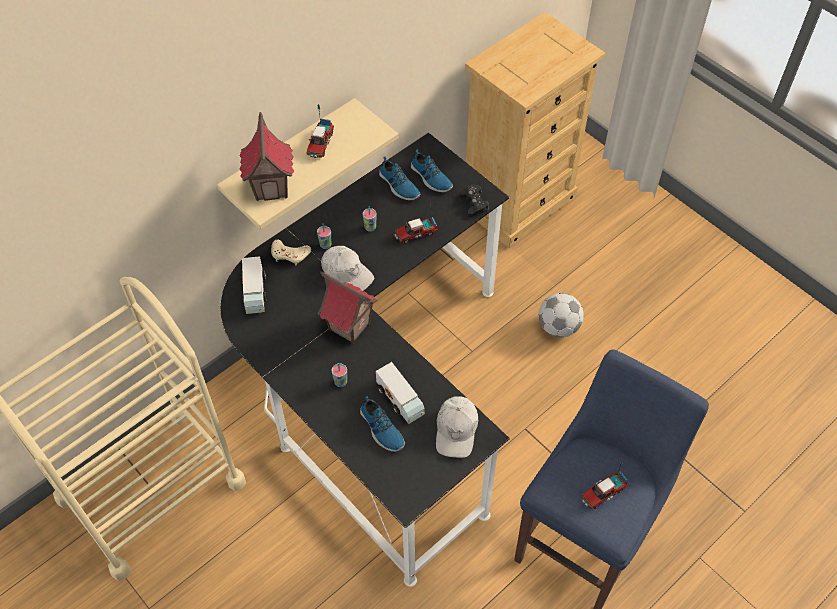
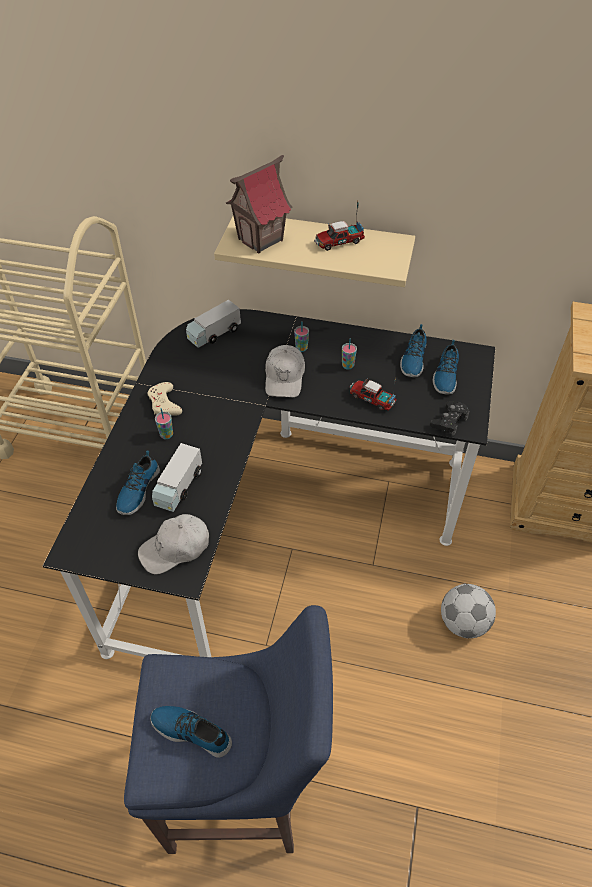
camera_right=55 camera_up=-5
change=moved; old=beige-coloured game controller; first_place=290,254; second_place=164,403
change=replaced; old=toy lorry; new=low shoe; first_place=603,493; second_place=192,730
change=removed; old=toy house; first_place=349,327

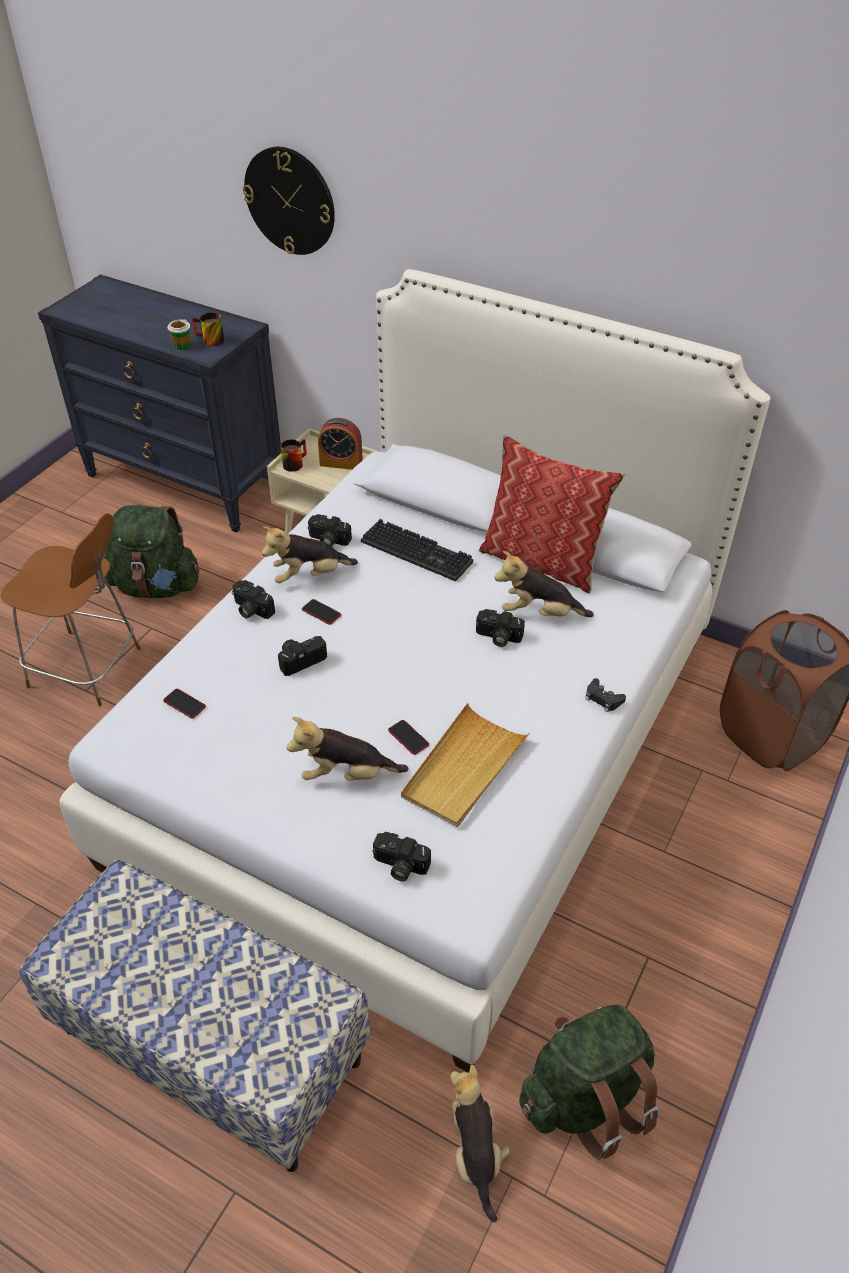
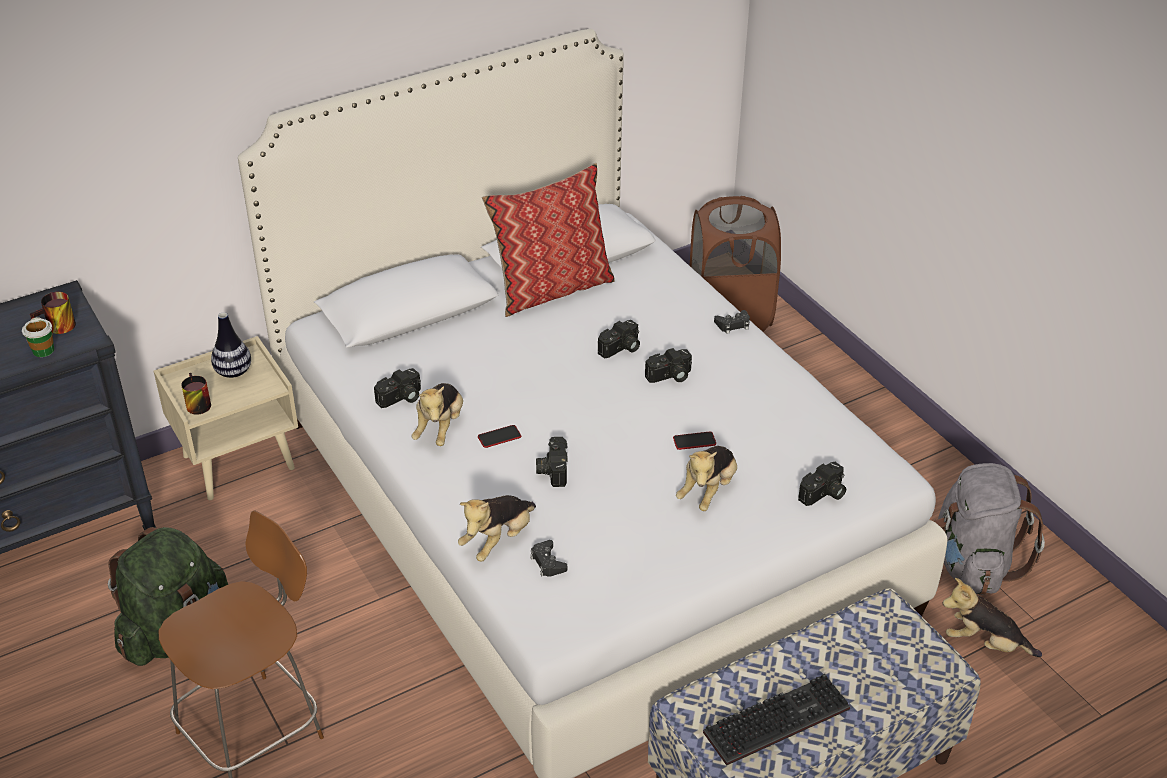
camera_right=-60 camera_up=-5
change=replaced; old=table clock; new=vase; first_place=341,463; second_place=233,372
change=moved; old=cuddly toy; first_place=539,613; second_place=498,540
change=replaced; old=telephone; new=black-coloured game controller; first_place=184,704; second_place=547,562
change=moved; old=still camera; first_place=250,609; second_place=670,377
change=moved; old=PC keyboard; first_place=419,551; second_place=777,718
change=recoloured; old=green backpack; new=grey backpack; first_place=585,1097; second_place=973,564
change=removed; old=clock on the wall; first_place=290,201
change=removed; old=beige-coloured serving tray; first_place=463,768

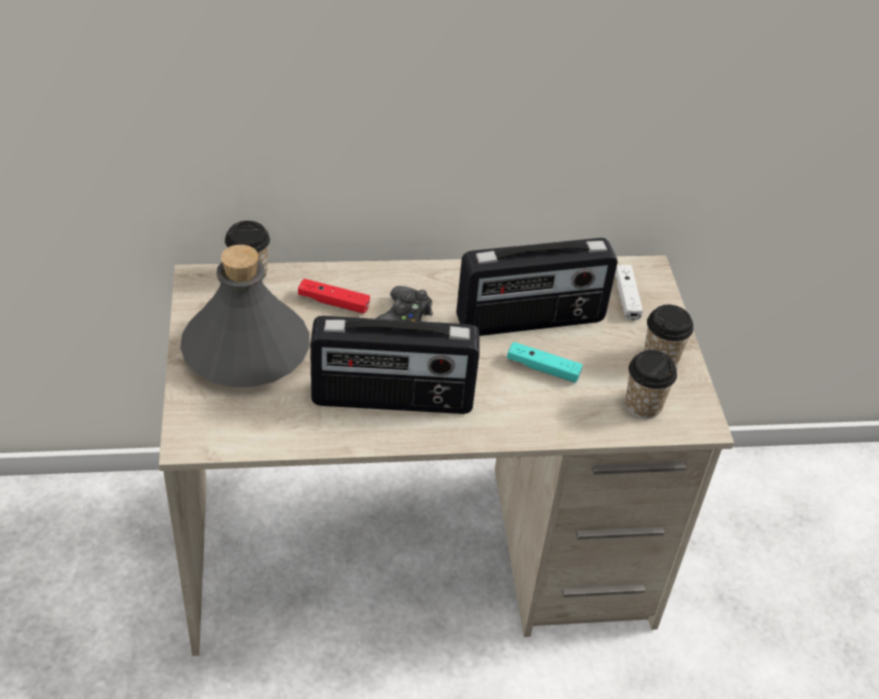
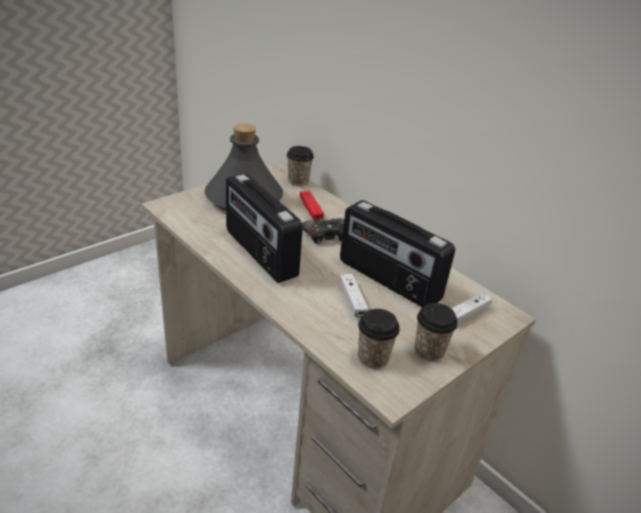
camera_right=55 camera_up=-10
change=recoloured; old=blue-green game controller; new=whitish game controller; first_place=543,368; second_place=352,300

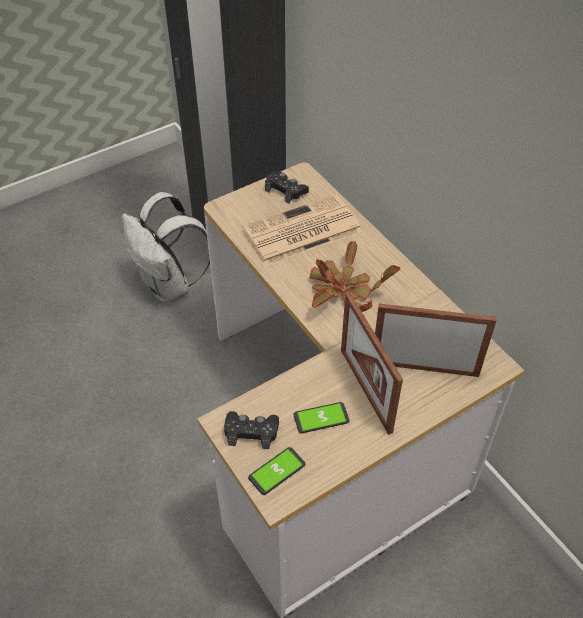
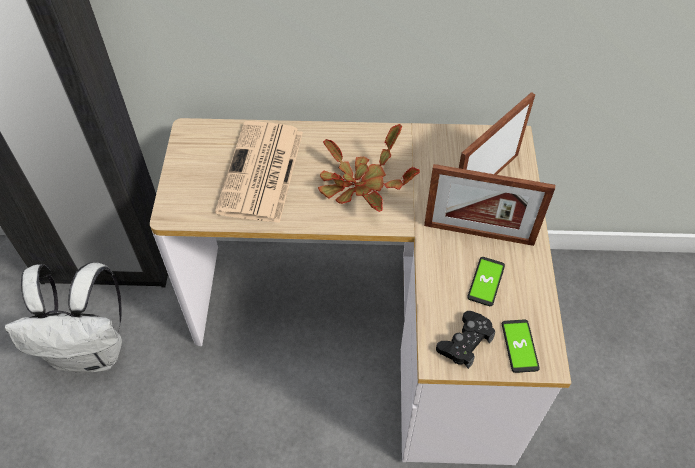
camera_right=-55 camera_up=5
change=removed; old=black-coloured game controller; first_place=286,190

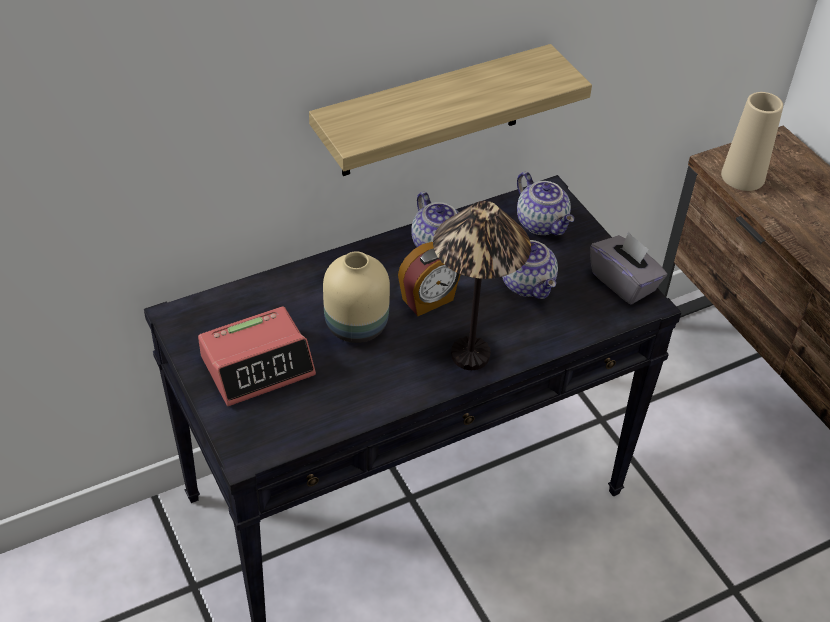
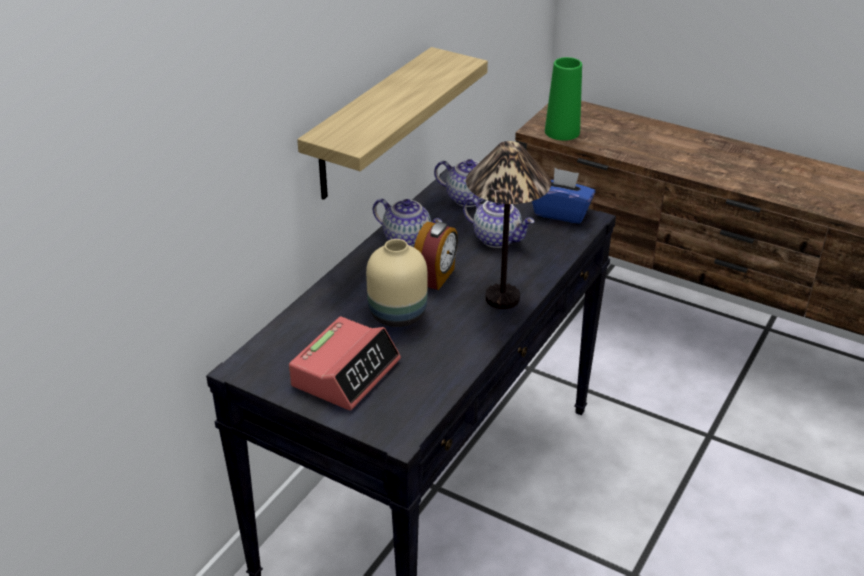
camera_right=-30 camera_up=-10
change=recoloured; old=grey tissue box; new=blue-coloured tissue box; first_place=624,282; second_place=561,213
change=recoloured; old=beige-coloured vase; new=green vase; first_place=743,176; second_place=562,132

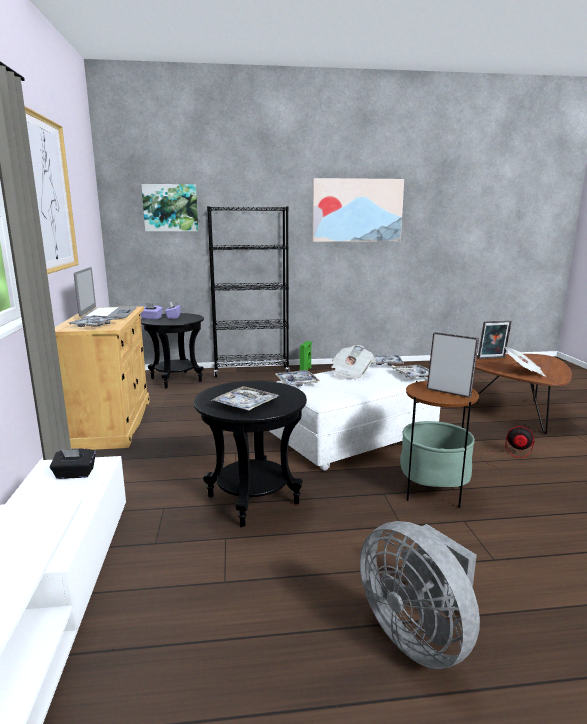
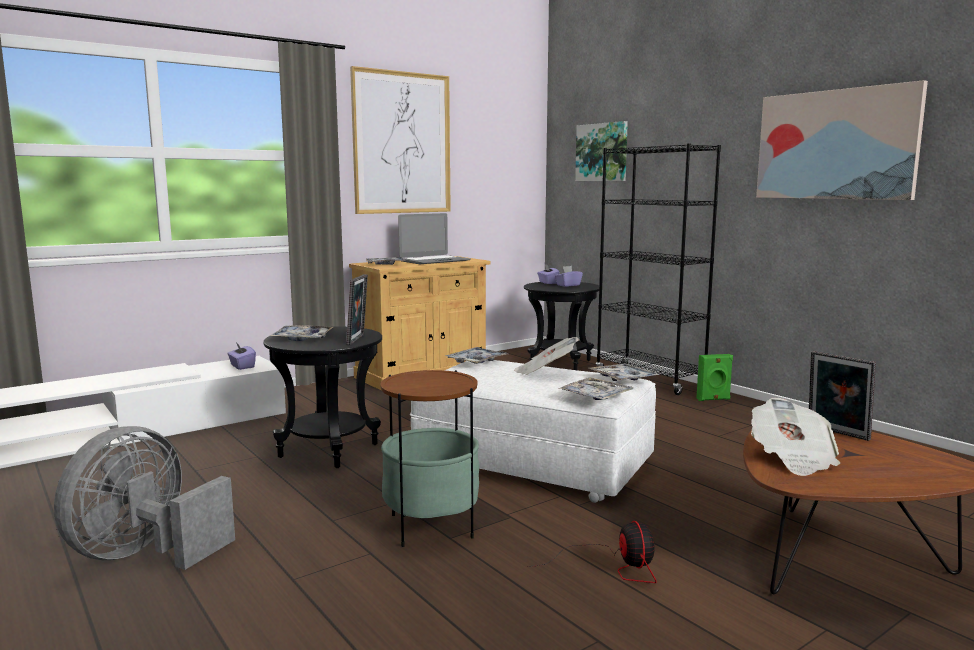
camera_right=60 camera_up=-5
change=recoloured; old=black-coloured tissue box; new=purple tissue box; first_place=74,474; second_place=242,366
change=moved; old=standing frame; first_place=449,392; second_place=358,339

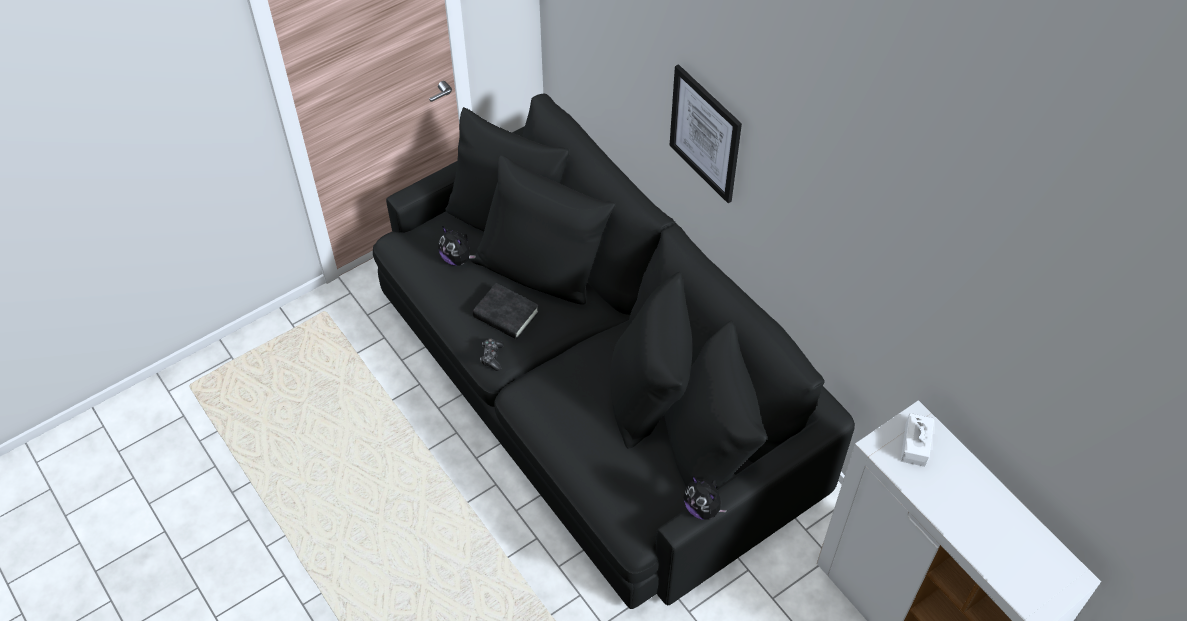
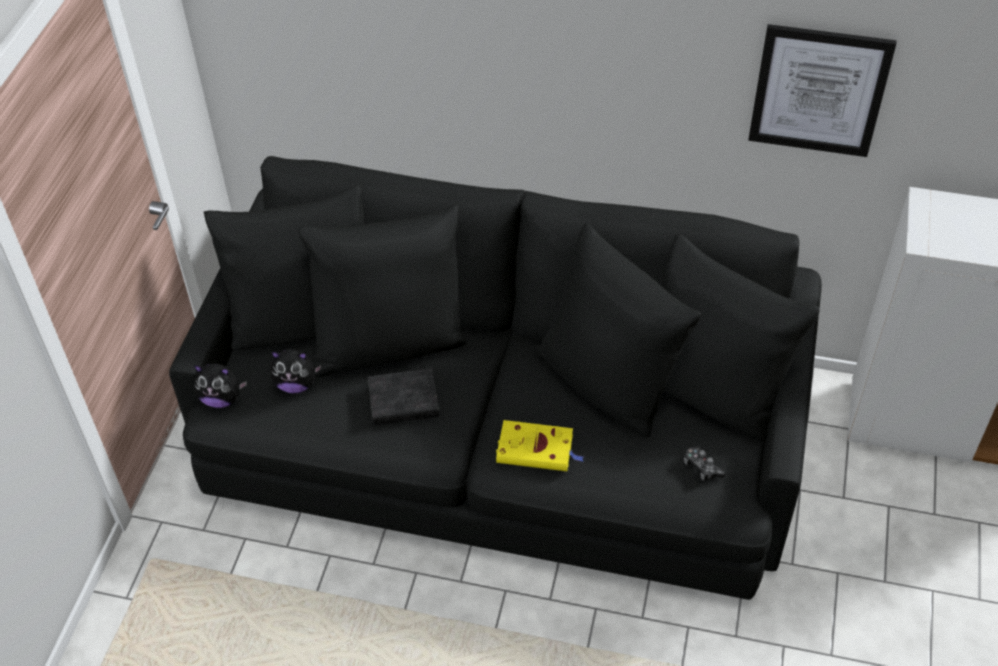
camera_right=-40 camera_up=-5
change=moved; old=cuddly toy; first_place=702,508; second_place=222,399
change=added; new=yellowish volume; second_place=537,449
change=moved; old=game controller; first_place=492,357; second_place=702,468
change=moved; old=picture; first_place=705,134; second_place=819,90
change=removed; old=whitish tissue box; first_place=915,444

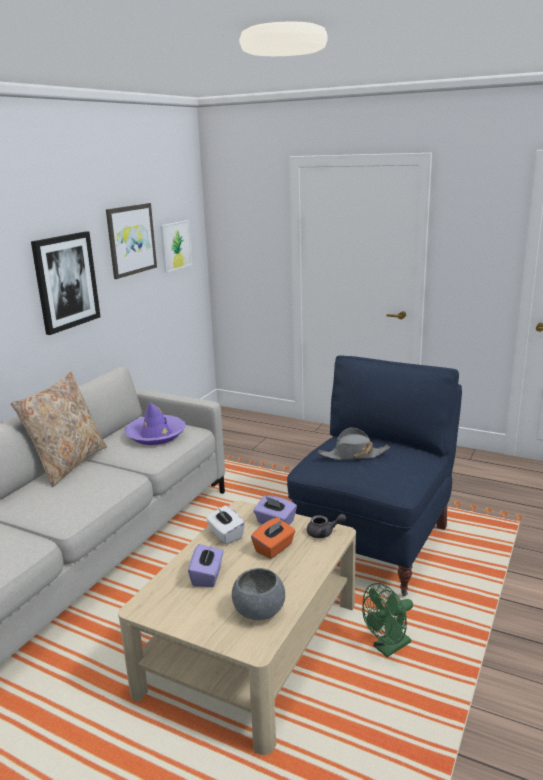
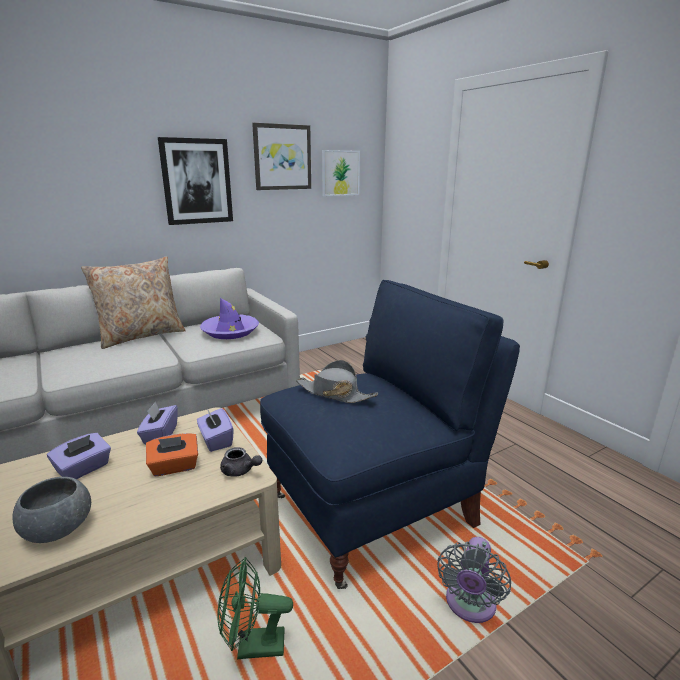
camera_right=30 camera_up=0
change=recoloured; old=whitish tissue box; new=purple tissue box; first_place=225,535; second_place=160,435
change=added; new=grey fan; second_place=469,606

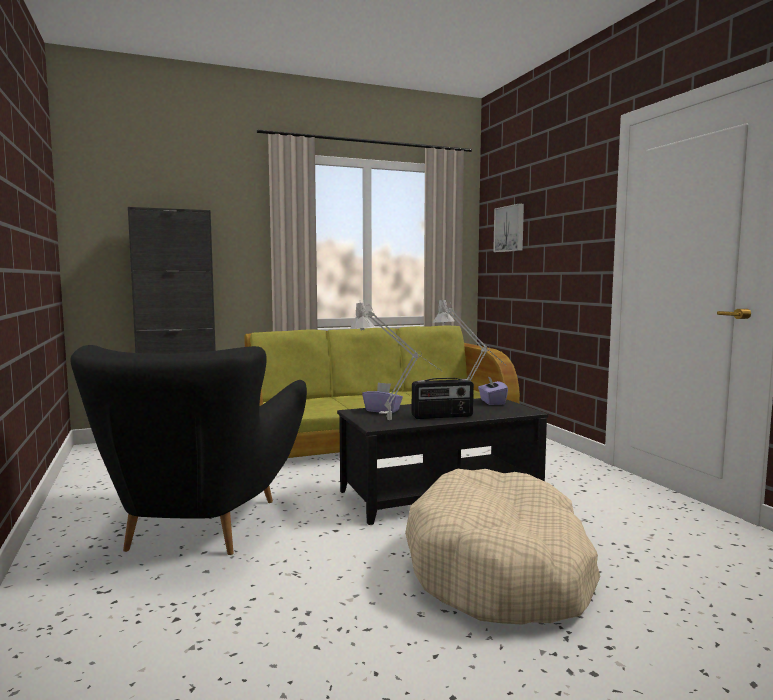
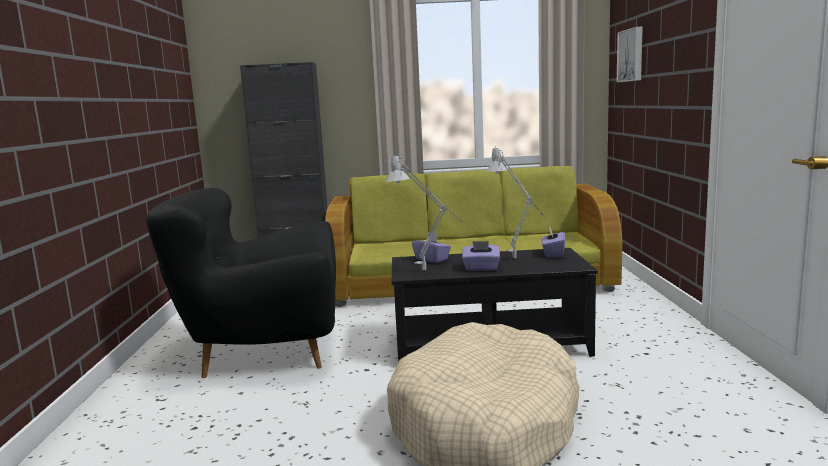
camera_right=20 camera_up=5
change=turned; old=black-coloured lounge chair; first_place=201,526; second_place=263,354; degrees=60
change=replaced; old=radio receiver; new=purple tissue box; first_place=442,416; second_place=481,268

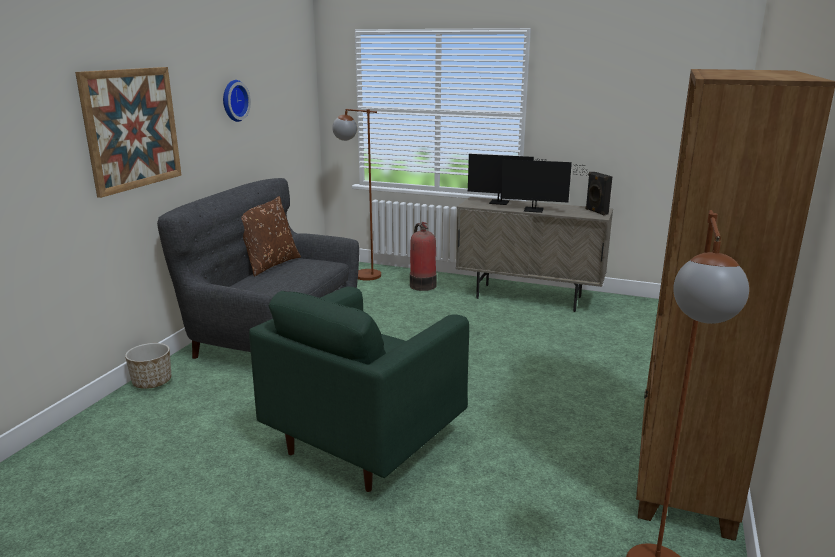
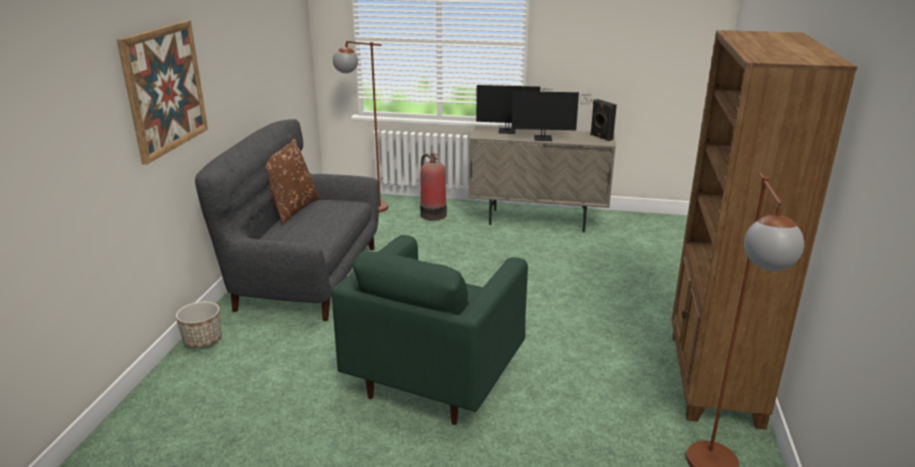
camera_right=-10 camera_up=5
change=removed; old=clock on the wall; first_place=233,100

